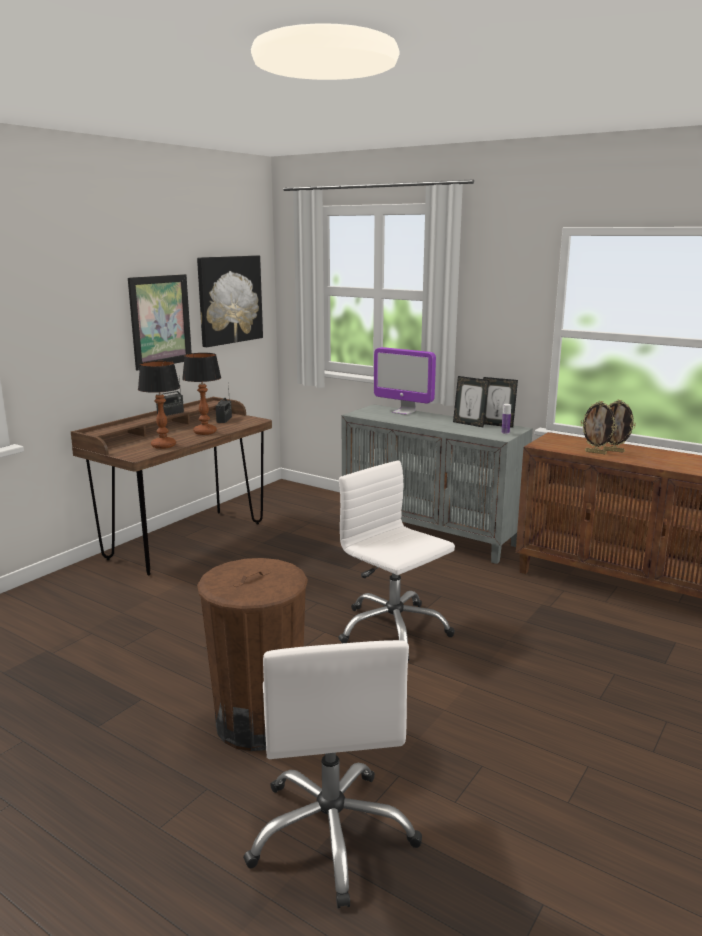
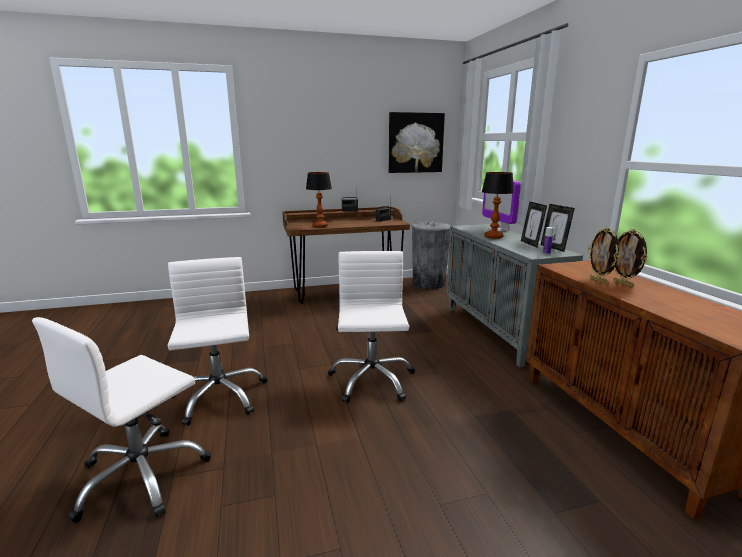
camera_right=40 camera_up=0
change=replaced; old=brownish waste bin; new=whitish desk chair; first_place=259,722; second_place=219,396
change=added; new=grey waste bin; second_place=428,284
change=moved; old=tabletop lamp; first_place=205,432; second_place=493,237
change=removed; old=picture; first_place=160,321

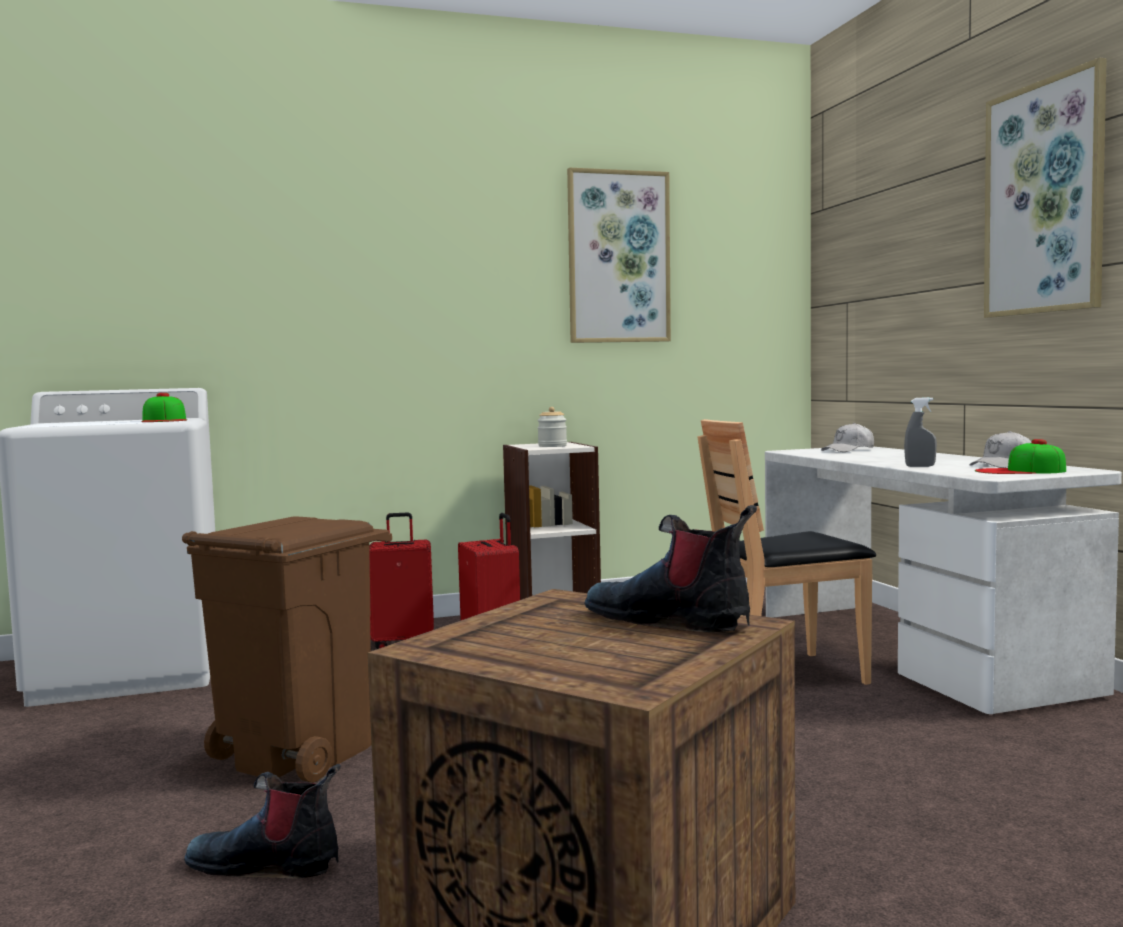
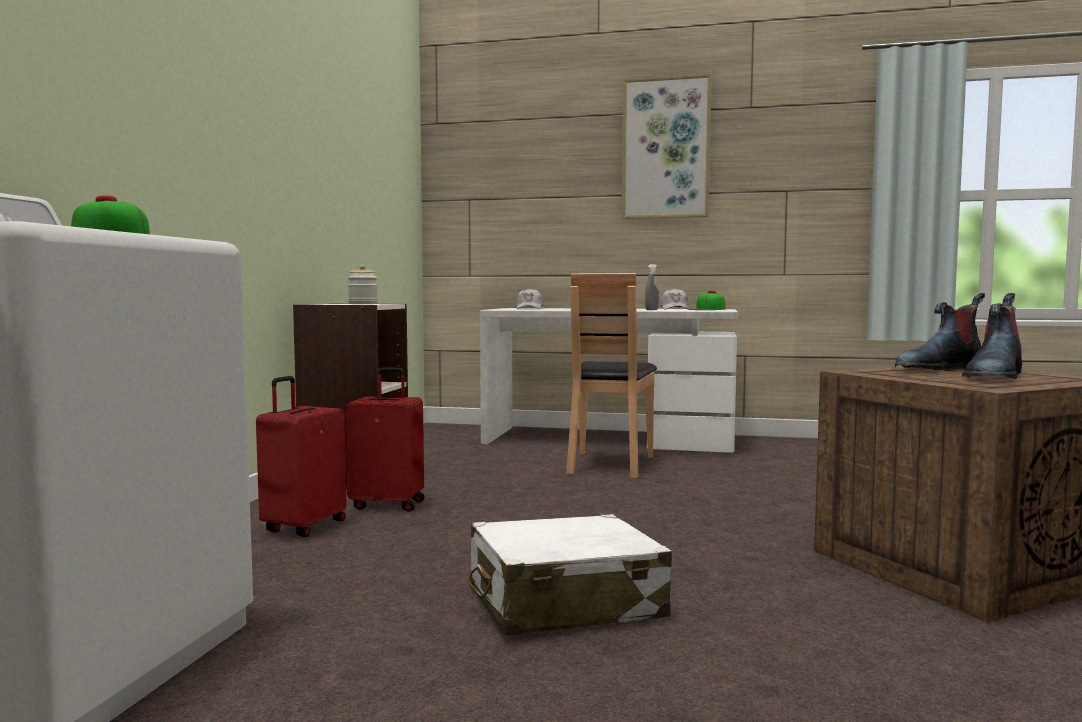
camera_right=-60 camera_up=0
change=replaced; old=brownish waste bin; new=whitish travel case; first_place=299,753; second_place=564,603
change=moved; old=high-top boot; first_place=267,864; second_place=993,377
change=removed; old=picture; first_place=618,257

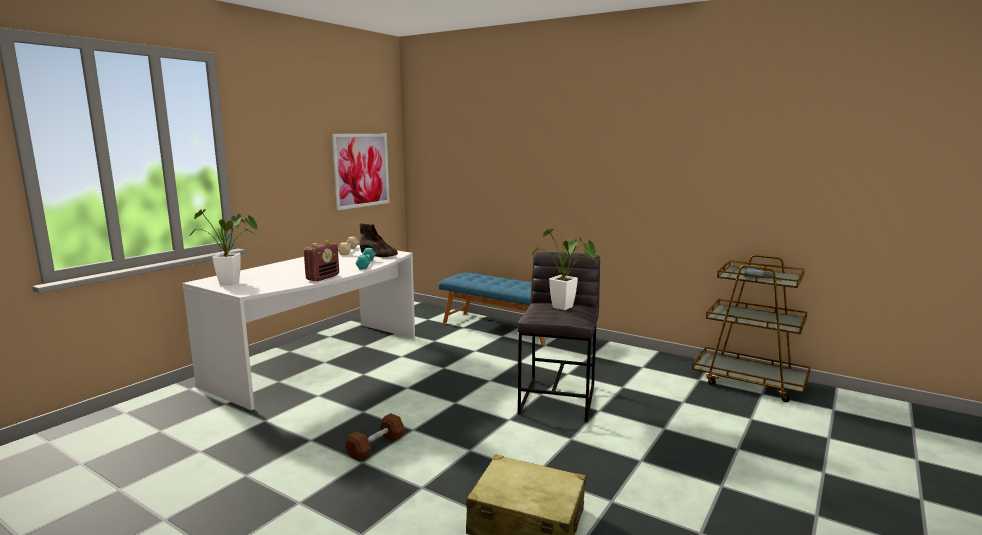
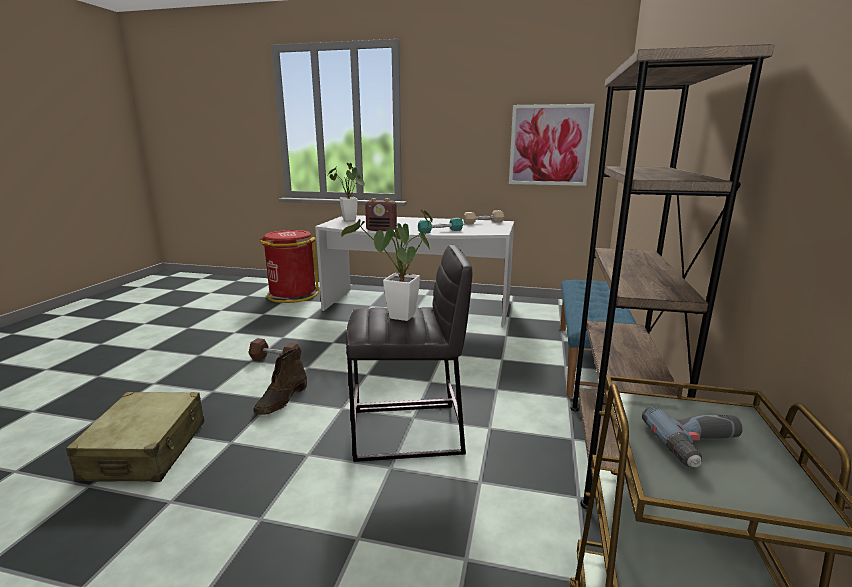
camera_right=70 camera_up=5
change=moved; old=brownish high-top boot; first_place=379,254; second_place=282,400
change=added; new=red waste bin; second_place=292,295
change=added; new=brownish shelving unit; second_place=613,454

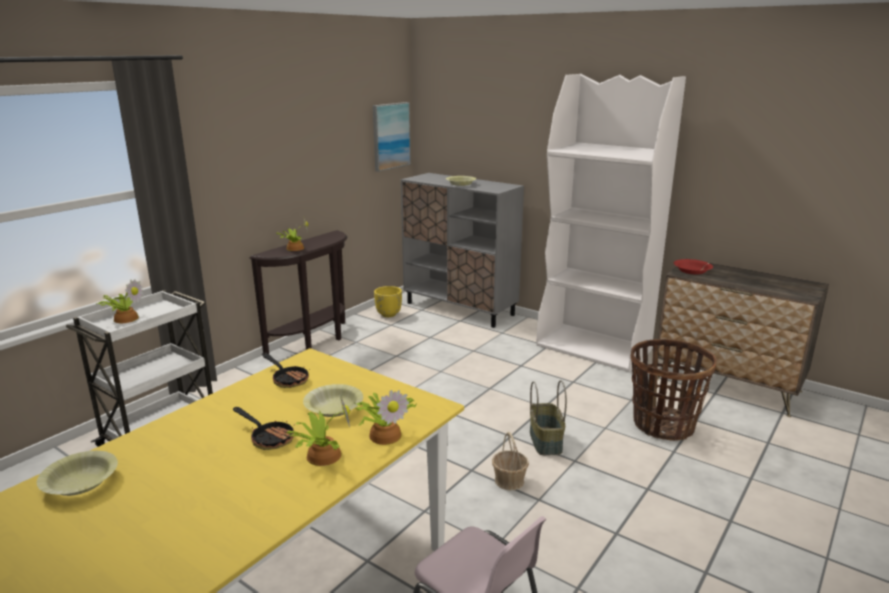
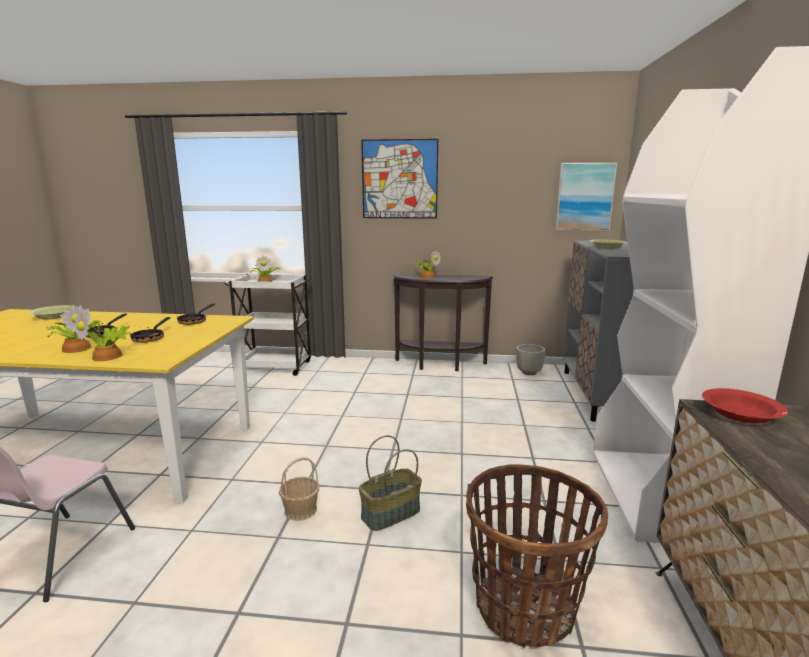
camera_right=60 camera_up=-5
change=replaced; old=yellowish serving bowl; new=skillet; first_place=334,408; second_place=151,338
change=added; new=picture; second_place=399,179
change=recoloured; old=yellowish plant pot; new=grey plant pot; first_place=388,314; second_place=529,372

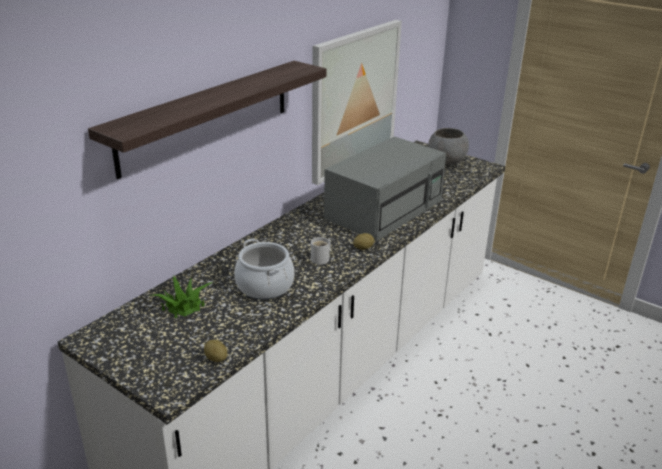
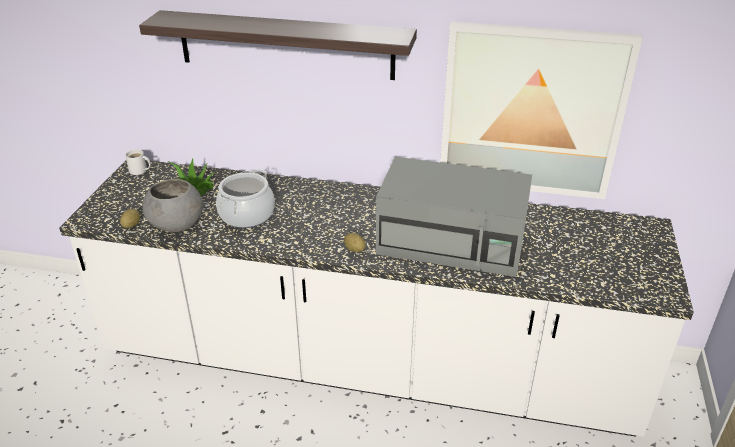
camera_right=65 camera_up=5
change=moved; old=whitish coffee mug; first_place=321,259; second_place=139,171
change=moved; old=grey serving bowl; first_place=446,163; second_place=176,226

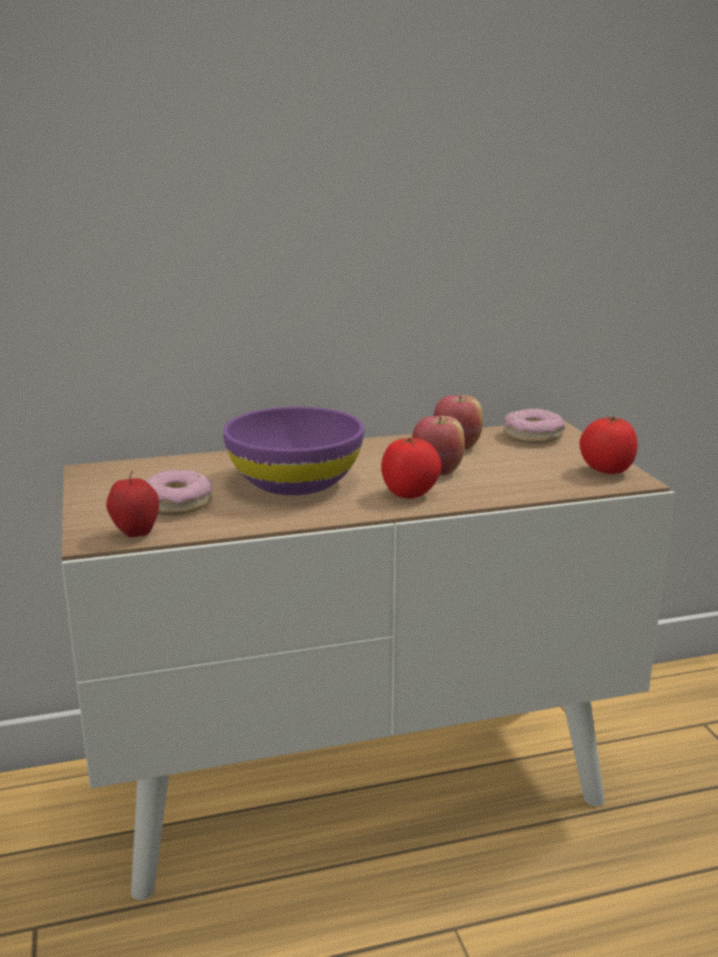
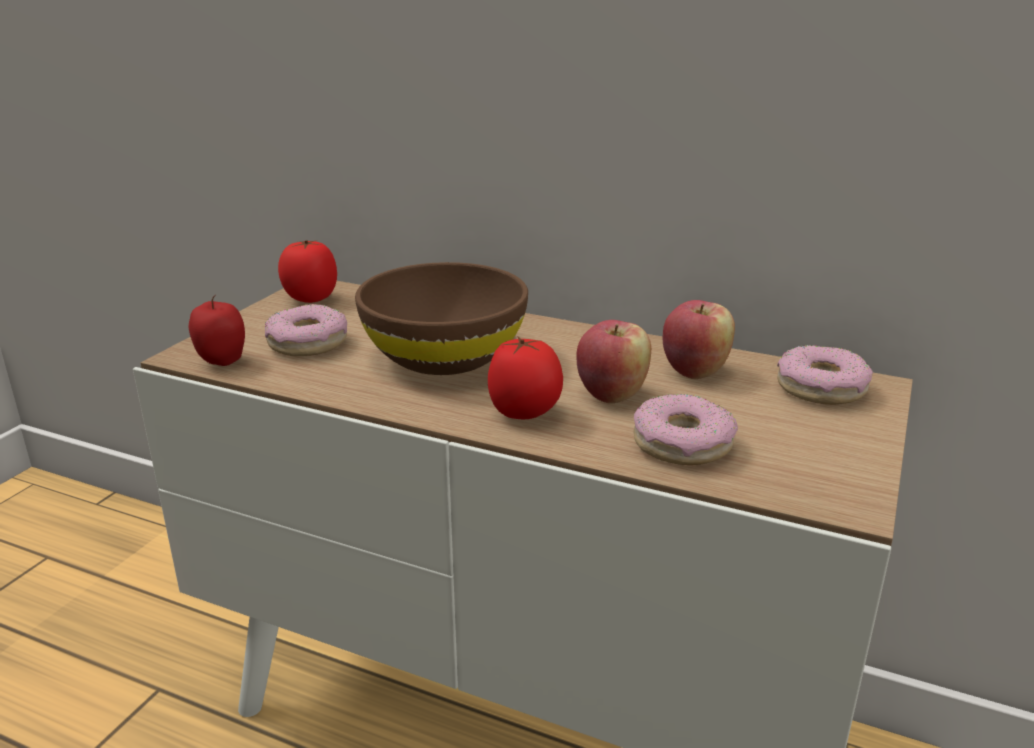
camera_right=40 camera_up=5
change=moved; old=fresh tomato; first_place=605,471; second_place=310,299
change=recoloured; old=purple serving bowl; new=brownish serving bowl; first_place=295,482; second_place=444,356
change=added; new=donut; second_place=682,444

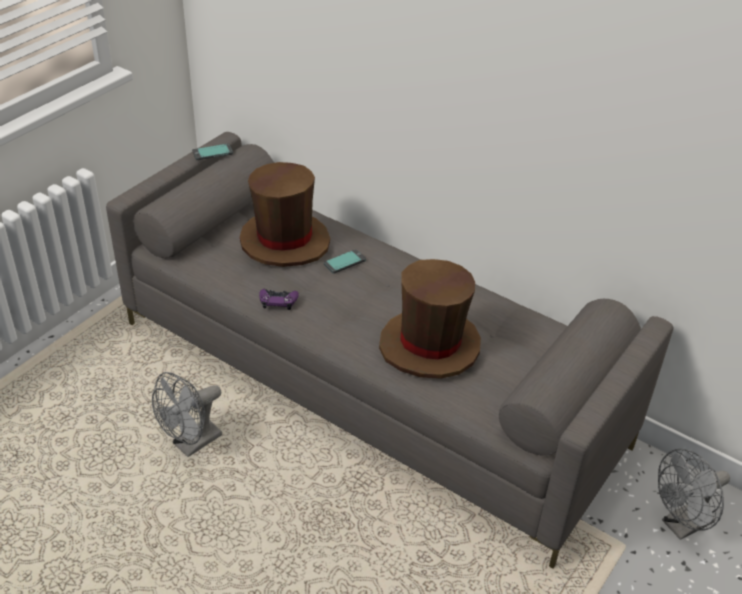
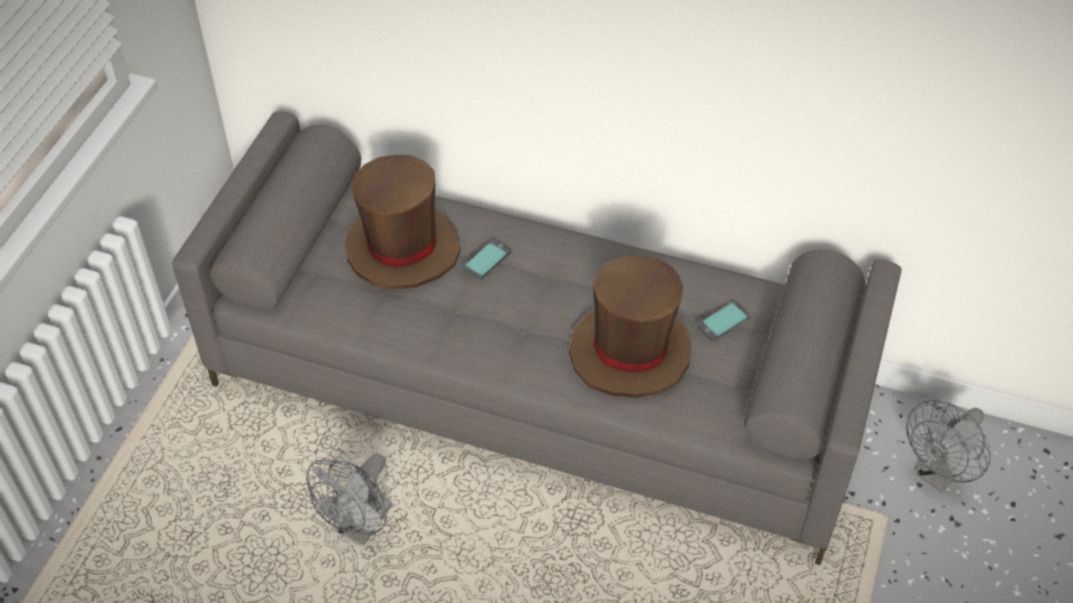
camera_right=-15 camera_up=10
change=moved; old=telephone; first_place=212,153; second_place=723,322
change=removed; old=purple game controller; first_place=278,301

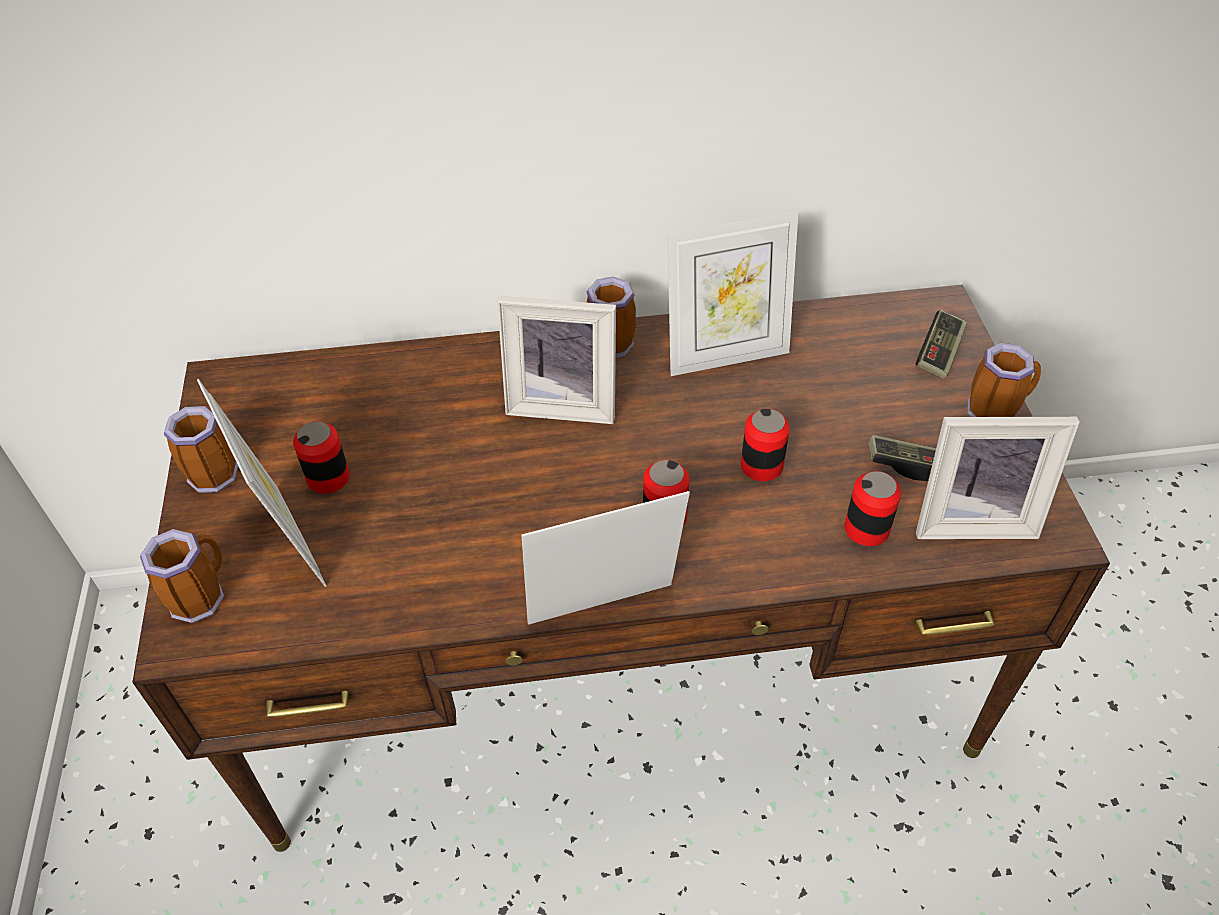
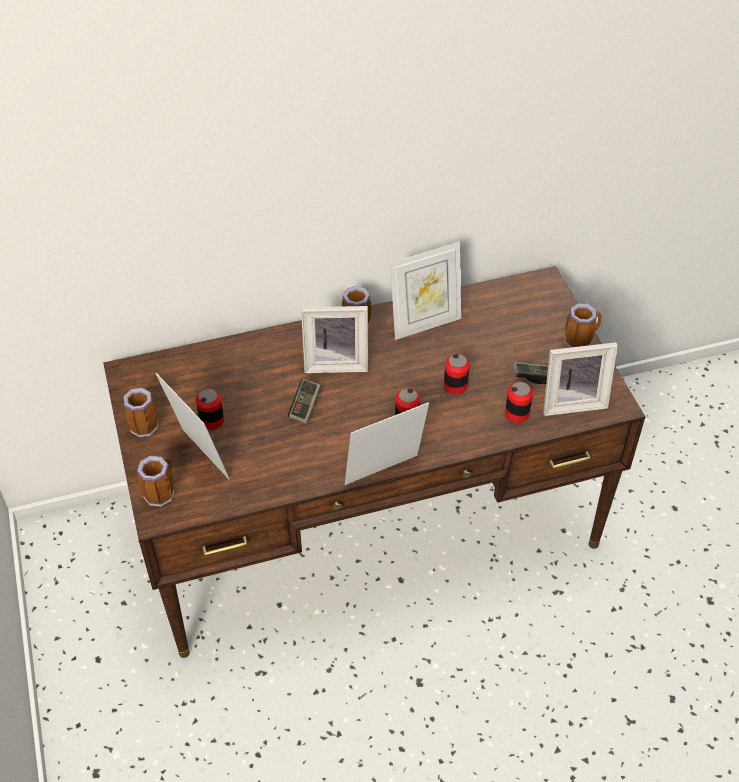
camera_right=-10 camera_up=0
change=moved; old=game controller; first_place=939,353; second_place=305,406

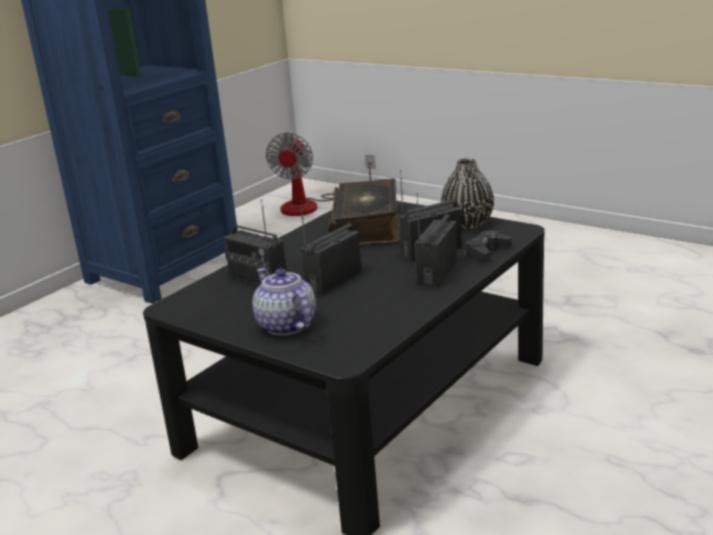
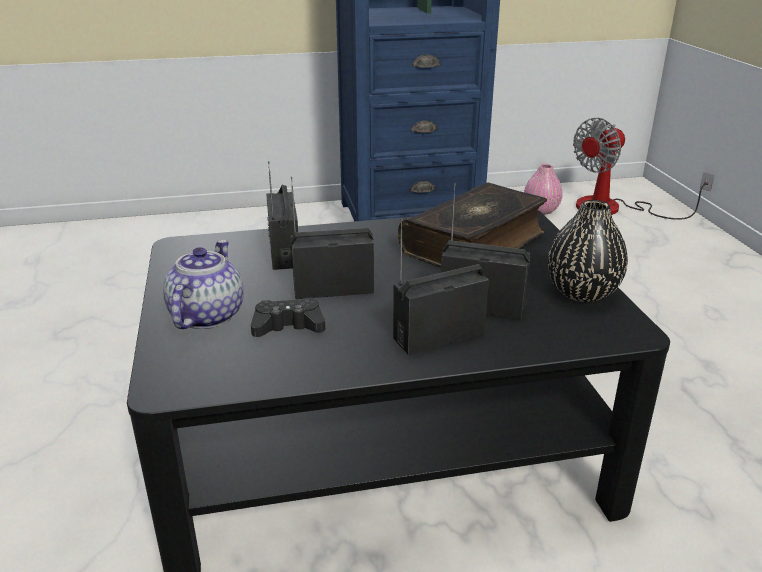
camera_right=40 camera_up=5
change=moved; old=black-coloured game controller; first_place=486,252; second_place=288,326
change=added; new=pinkish vase; second_place=541,210

